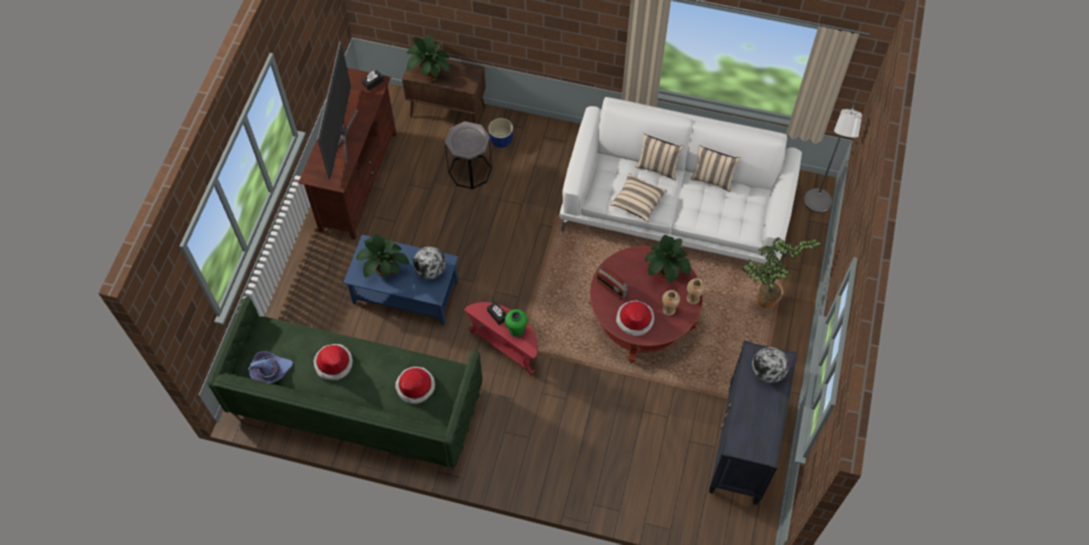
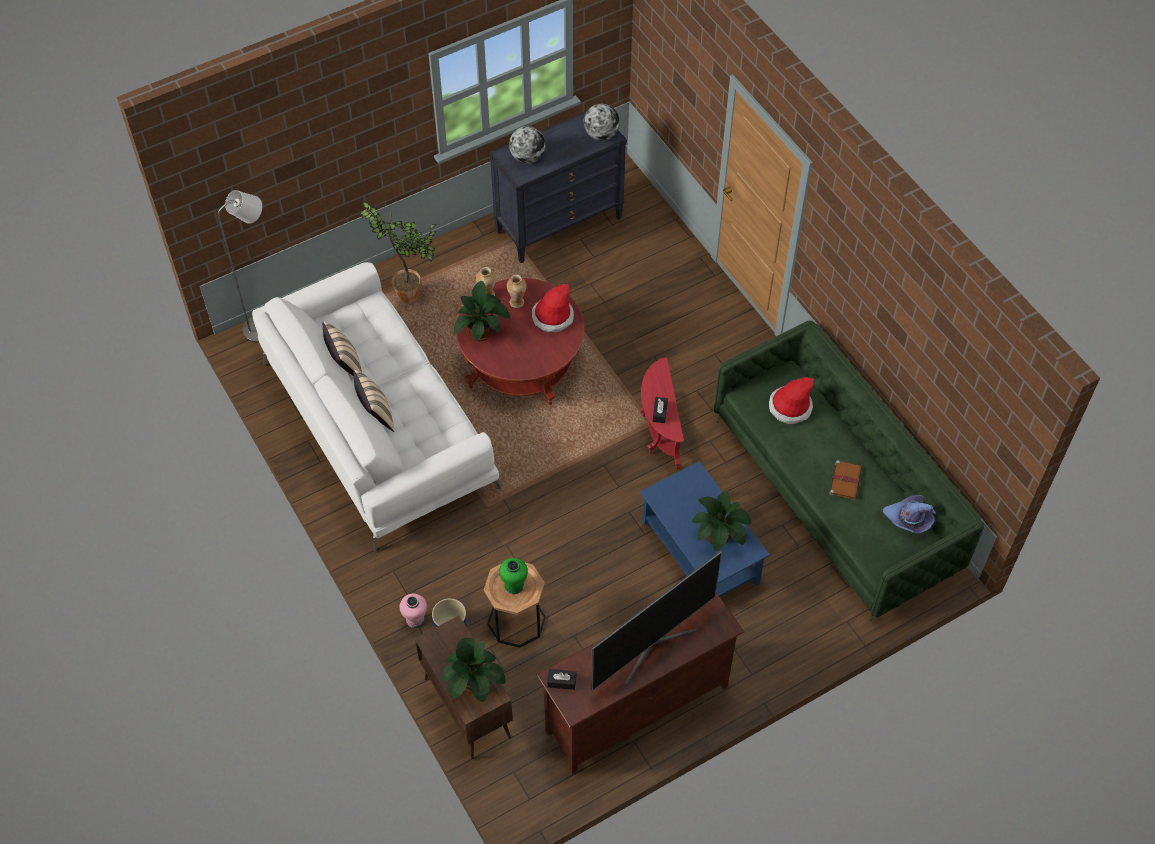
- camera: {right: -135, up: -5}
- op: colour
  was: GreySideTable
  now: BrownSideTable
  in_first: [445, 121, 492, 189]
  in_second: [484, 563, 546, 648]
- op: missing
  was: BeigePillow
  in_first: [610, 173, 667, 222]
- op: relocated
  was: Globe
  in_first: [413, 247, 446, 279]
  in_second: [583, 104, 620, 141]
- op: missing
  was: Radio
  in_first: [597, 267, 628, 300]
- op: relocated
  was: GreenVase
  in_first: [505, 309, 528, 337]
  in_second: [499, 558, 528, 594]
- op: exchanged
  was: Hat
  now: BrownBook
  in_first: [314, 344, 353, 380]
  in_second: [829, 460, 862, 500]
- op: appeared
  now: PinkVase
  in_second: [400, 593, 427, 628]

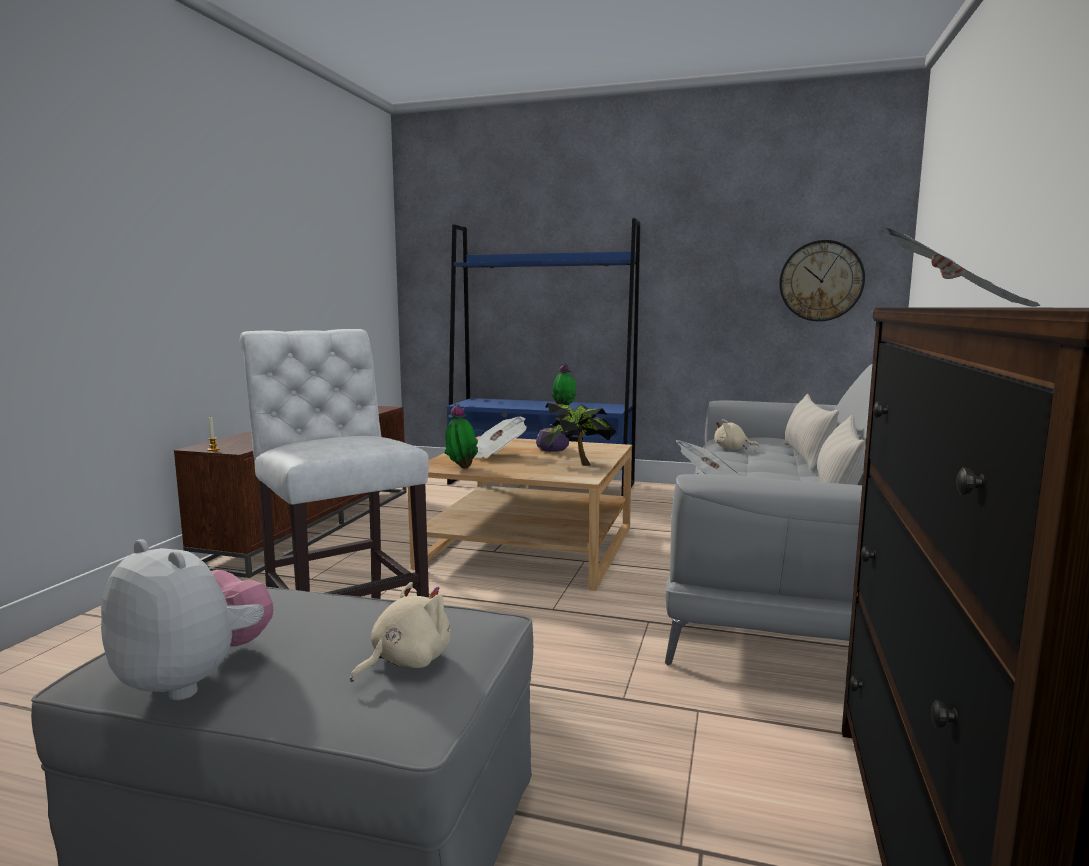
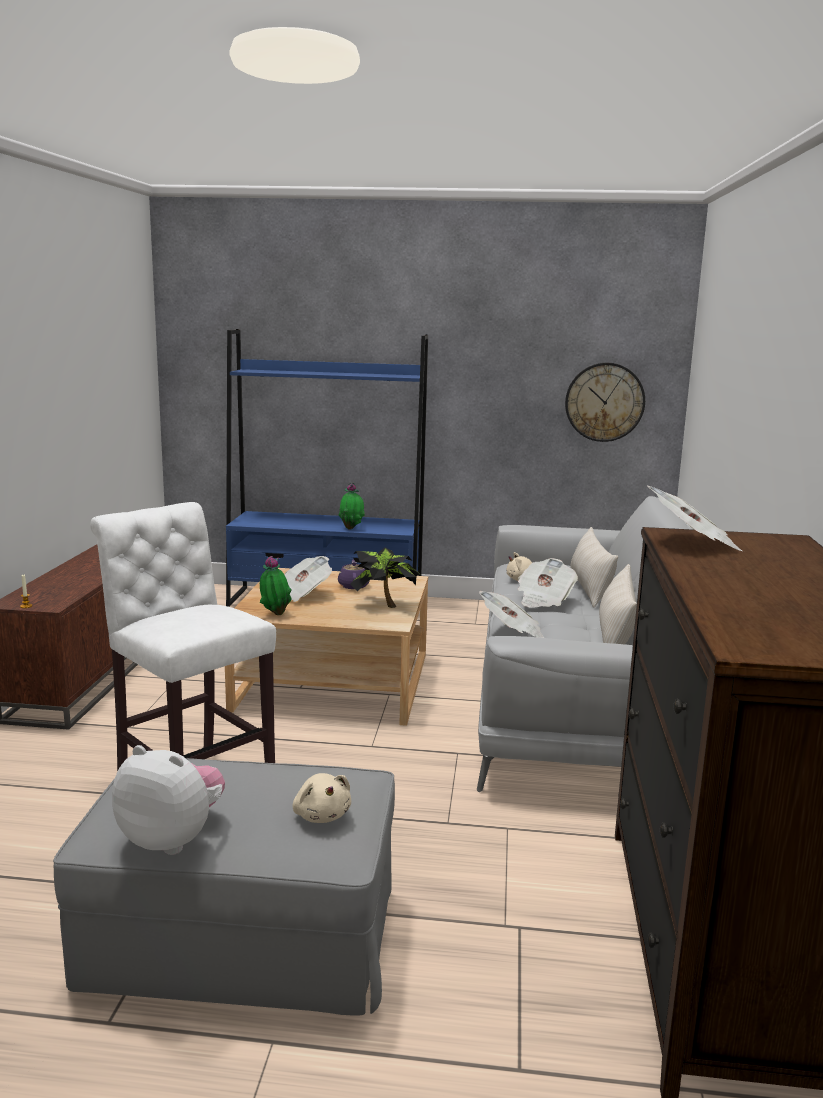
- camera: {right: -10, up: 5}
- op: spun
  was: BeigePlushToy
  in_first: [350, 582, 451, 682]
  in_second: [293, 773, 351, 823]
  clockwise: 120
- op: appeared
  now: Newspaper
  in_second: [518, 558, 578, 608]

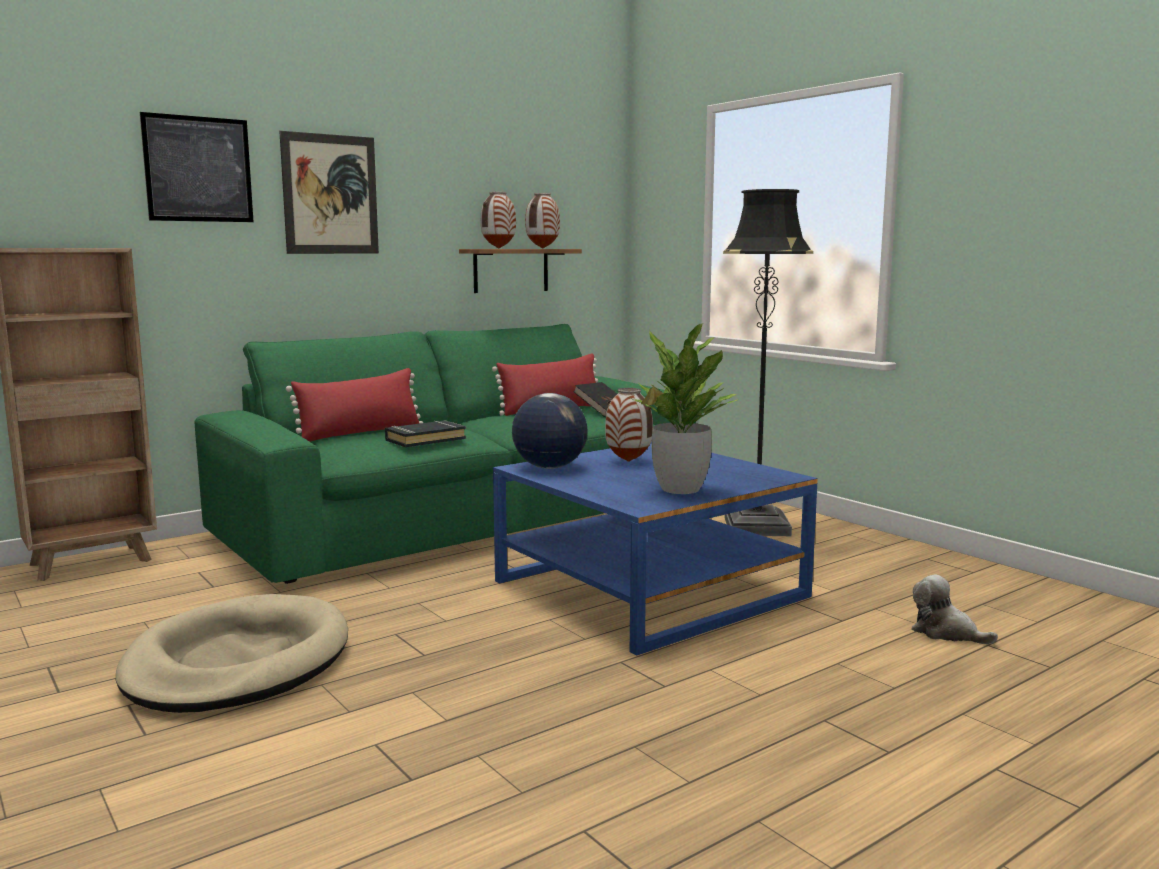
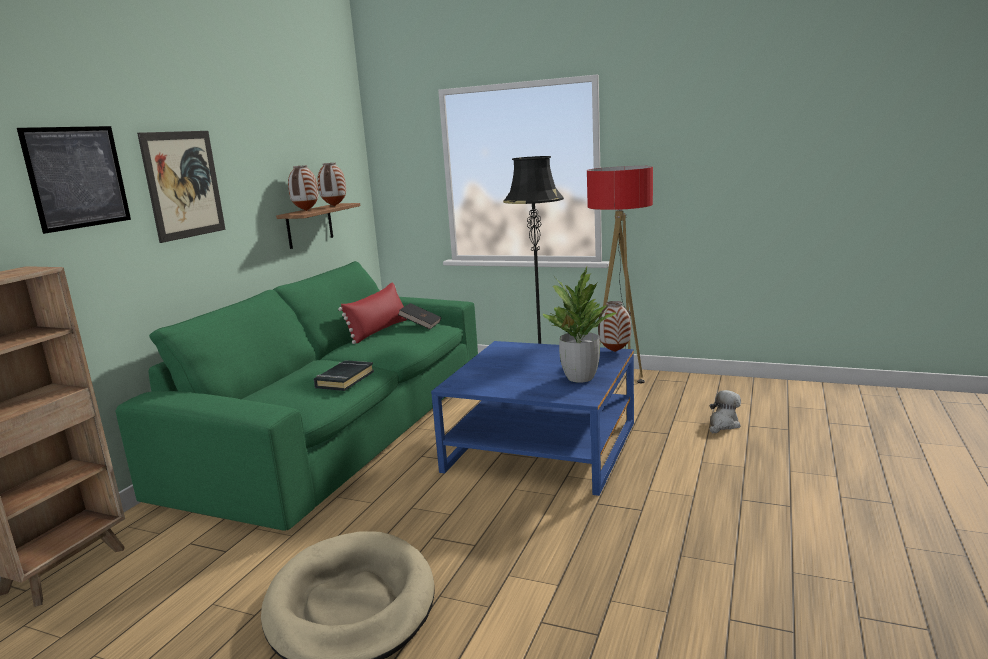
- camera: {right: -30, up: 5}
- op: missing
  was: RedPillow
  in_first: [286, 368, 423, 442]
- op: relocated
  was: Vase
  in_first: [605, 388, 653, 462]
  in_second: [598, 301, 631, 352]
- op: missing
  was: Globe
  in_first: [512, 393, 588, 469]
- op: spun
  was: PlushToy
  in_first: [911, 574, 998, 644]
  in_second: [710, 390, 741, 434]
  clockwise: 120
- op: appeared
  now: FloorLamp
  in_second: [587, 166, 653, 384]

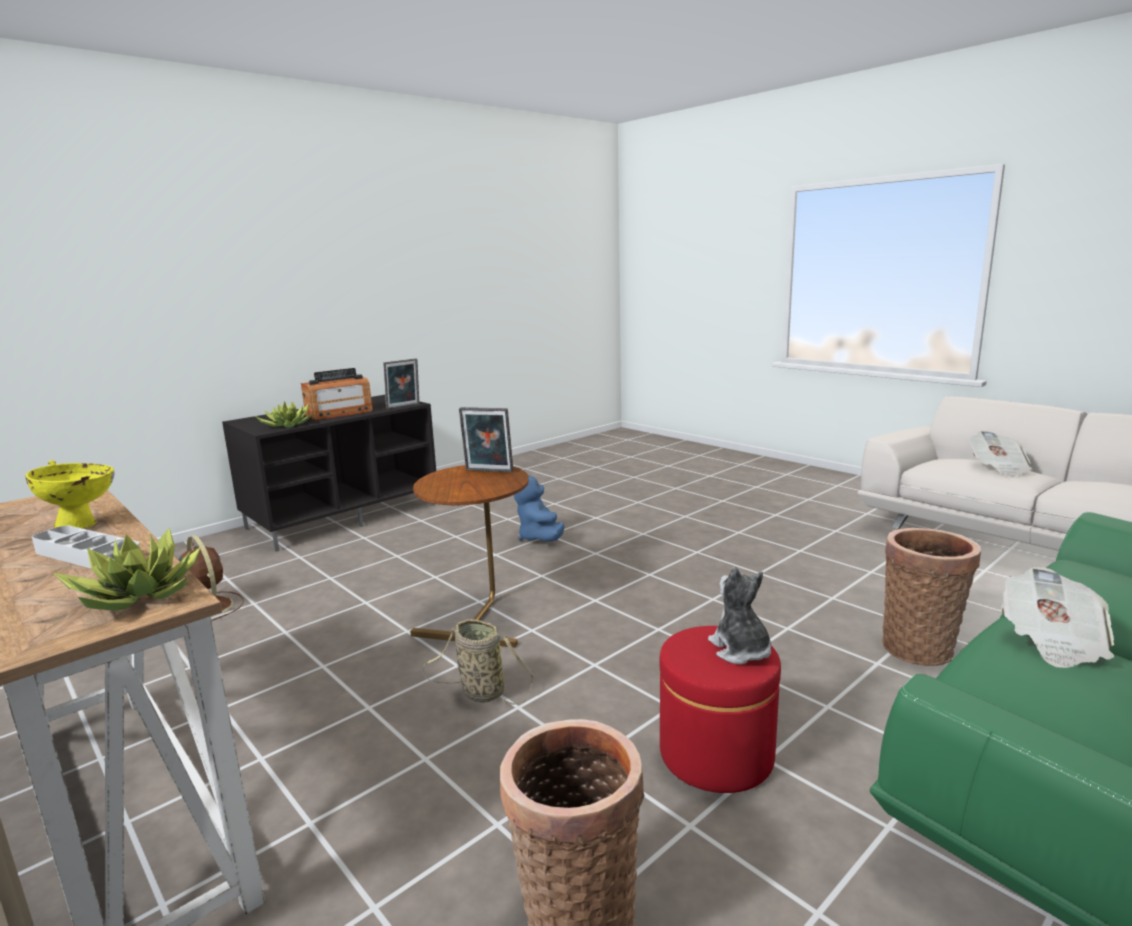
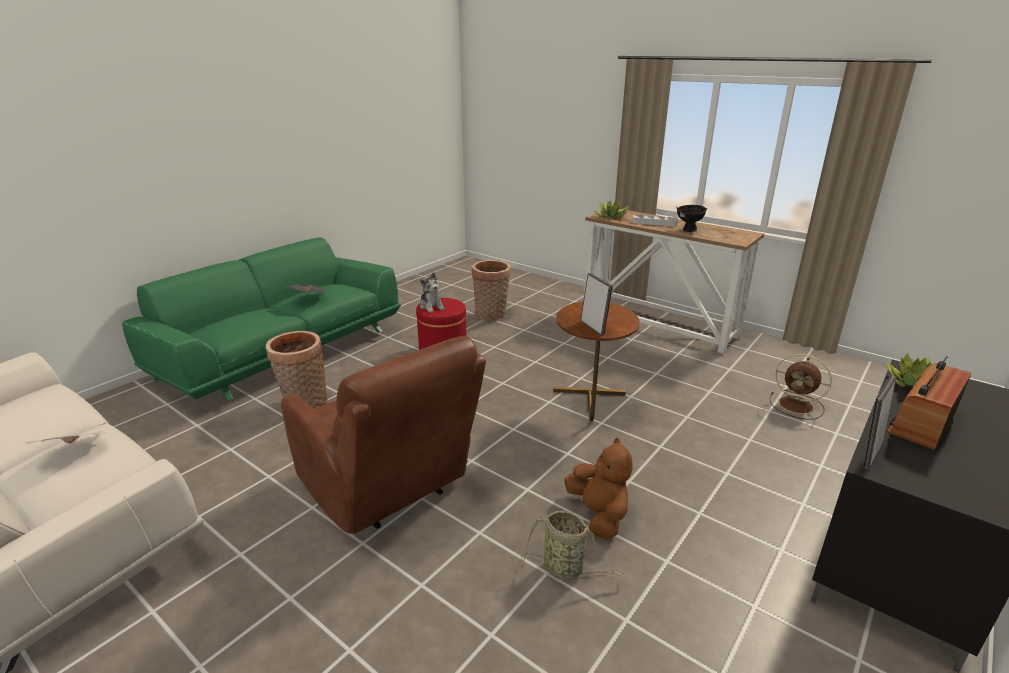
- camera: {right: 170, up: 10}
- op: spun
  was: PictureFrame
  in_first: [459, 407, 513, 472]
  in_second: [581, 273, 613, 336]
  clockwise: 60
- op: colour
  was: YellowBowl
  now: BlackBowl
  in_first: [26, 460, 114, 529]
  in_second: [676, 205, 707, 232]
- op: colour
  was: BluePlushToy
  now: BrownPlushToy
  in_first: [514, 475, 565, 541]
  in_second: [565, 438, 632, 539]
- op: relocated
  was: Basket
  in_first: [423, 619, 534, 705]
  in_second: [521, 511, 626, 581]
- op: appeared
  now: BrownArmchair
  in_second: [281, 336, 486, 534]

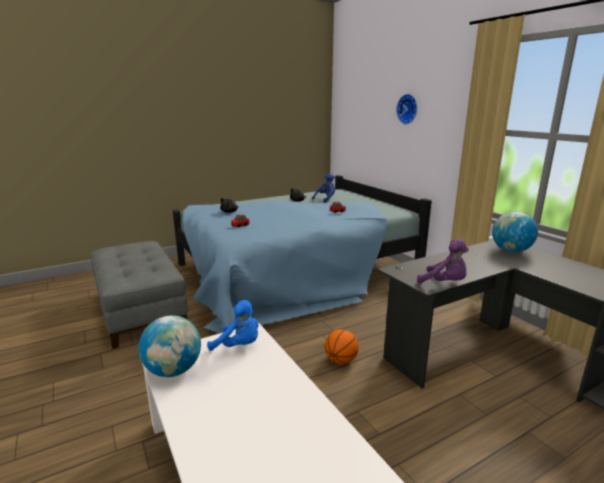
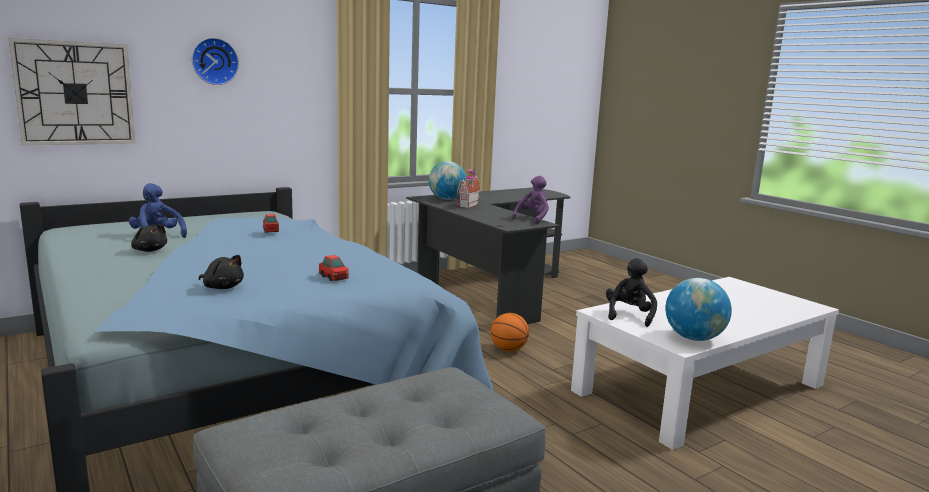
- camera: {right: -95, up: -5}
- op: colour
  was: BluePlushToy
  now: BlackPlushToy
  in_first: [207, 300, 258, 351]
  in_second: [606, 258, 657, 327]
- op: appeared
  now: WallClock
  in_second: [8, 38, 135, 146]
- op: appeared
  now: ToyHouse
  in_second: [456, 166, 481, 208]

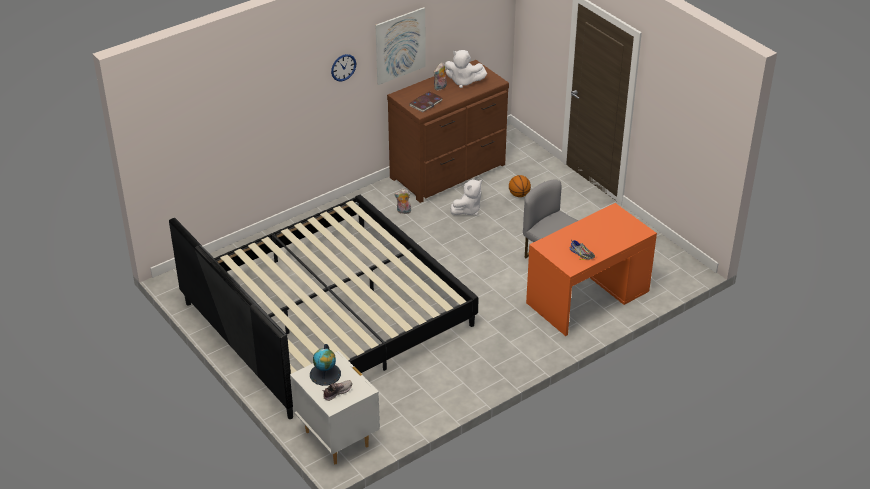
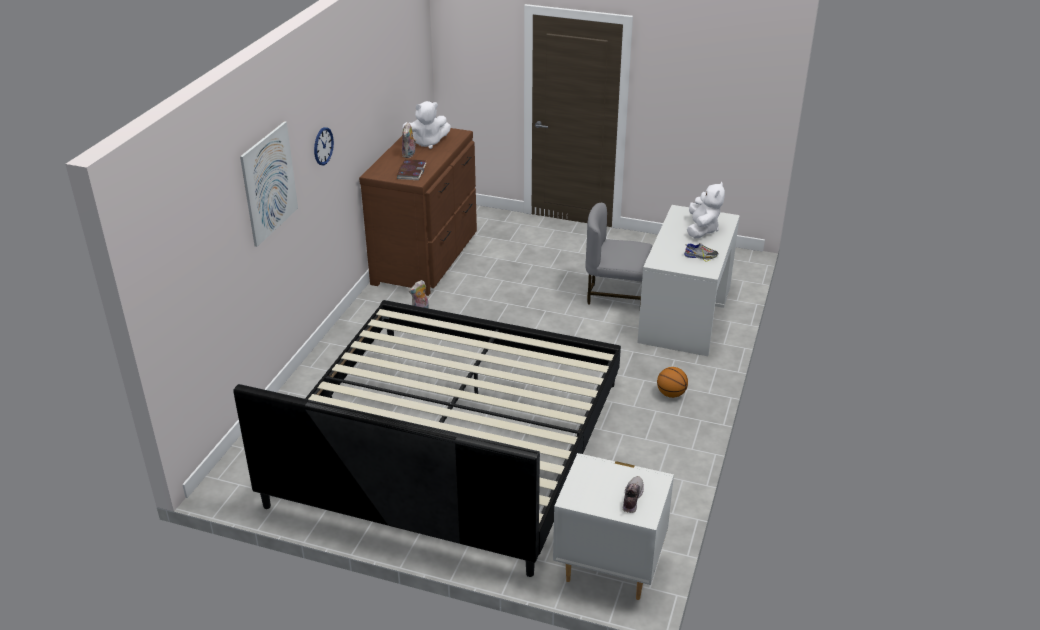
- camera: {right: -35, up: -5}
- op: relocated
  was: Picture
  in_first: [376, 7, 426, 85]
  in_second: [240, 121, 298, 247]
- op: relocated
  was: Basketball
  in_first: [509, 175, 531, 197]
  in_second: [657, 367, 688, 398]
- op: relocated
  was: WhitePlushToy
  in_first: [450, 179, 482, 215]
  in_second: [687, 182, 725, 239]
- op: colour
  was: OrangeDesk
  now: WhiteDesk
  in_first: [526, 203, 657, 336]
  in_second: [637, 205, 740, 356]
- op: missing
  was: Globe
  in_first: [310, 344, 341, 386]

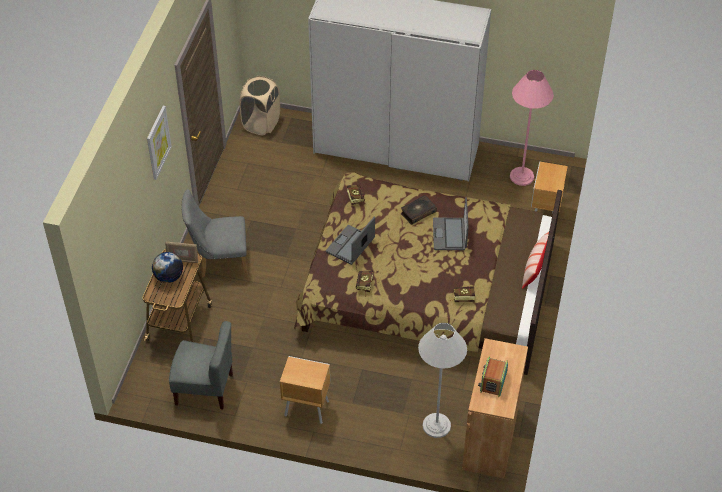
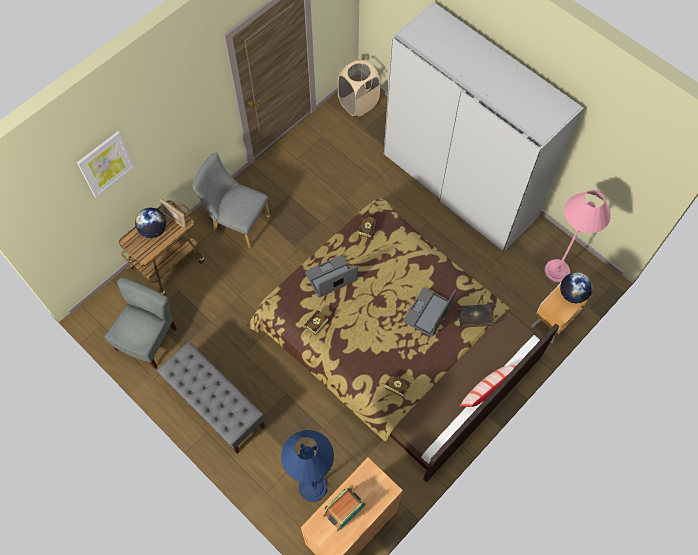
- camera: {right: 30, up: 15}
- op: relocated
  was: Picture
  in_first: [147, 106, 172, 180]
  in_second: [77, 131, 134, 197]
- op: relocated
  was: Book
  in_first: [401, 195, 437, 225]
  in_second: [458, 304, 494, 328]
- op: spun
  was: GreyChair
  in_first: [169, 321, 233, 409]
  in_second: [104, 277, 177, 369]
  clockwise: -105
- op: colour
  was: WhiteFloorLamp
  now: BlueFloorLamp
  in_first: [418, 323, 467, 438]
  in_second: [281, 430, 334, 502]
- op: exchanged
  was: BrownNightstand
  now: GreyBench
  in_first: [280, 356, 330, 424]
  in_second: [157, 342, 265, 454]
- op: appeared
  now: Globe
  in_second: [560, 272, 593, 303]

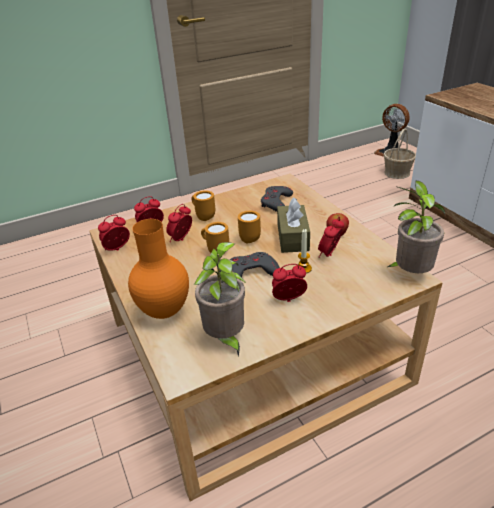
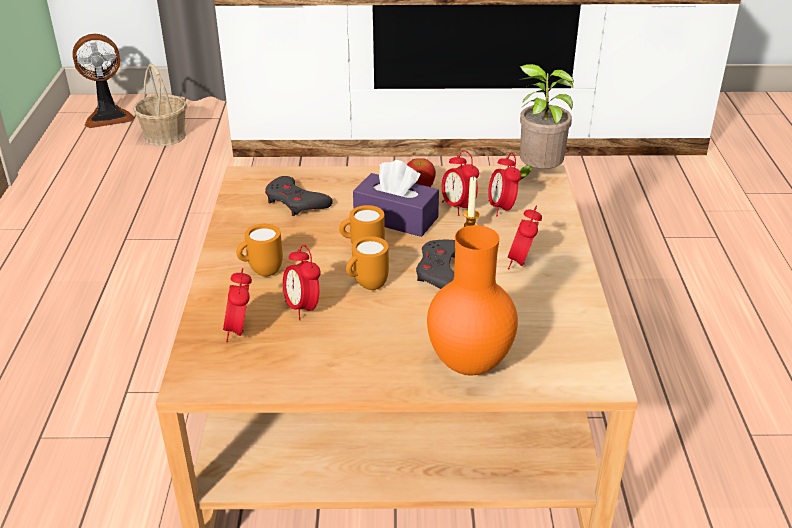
- camera: {right: -65, up: 0}
- op: colour
  was: BrownTissueBox
  now: PurpleTissueBox
  in_first: [277, 198, 310, 253]
  in_second: [353, 160, 439, 237]
- op: relocated
  was: AlarmClock
  in_first: [98, 215, 130, 251]
  in_second: [488, 152, 521, 217]
- op: missing
  was: PottedPlant
  in_first: [194, 242, 246, 357]

